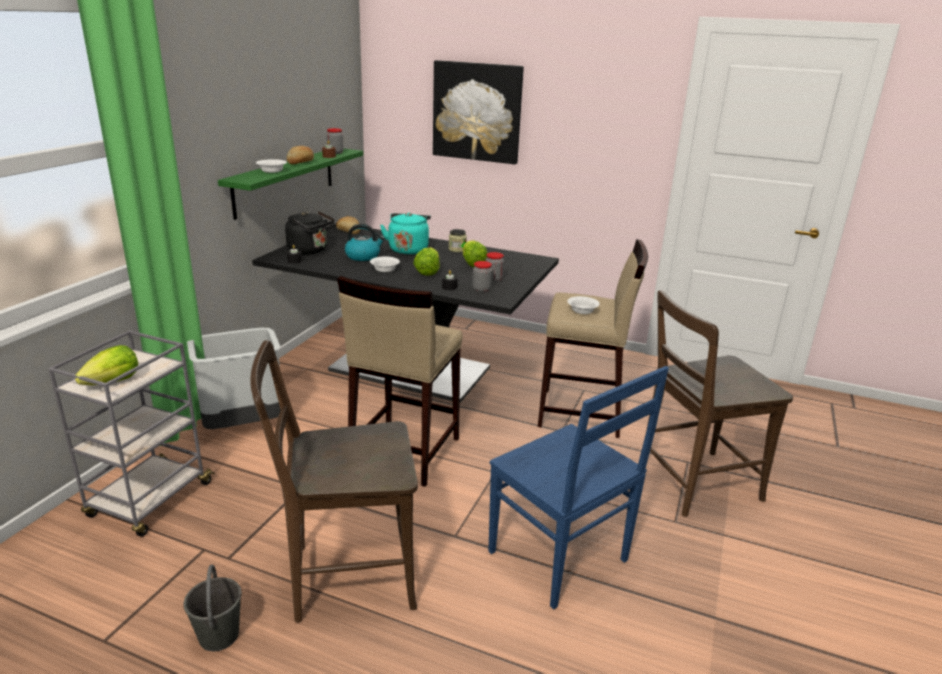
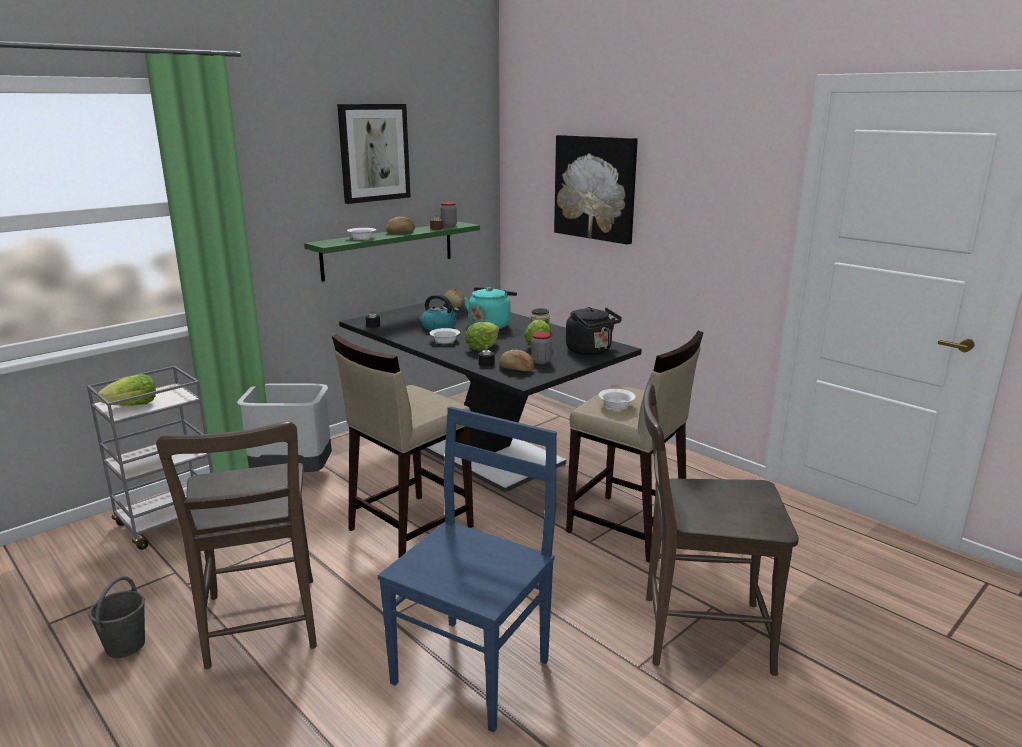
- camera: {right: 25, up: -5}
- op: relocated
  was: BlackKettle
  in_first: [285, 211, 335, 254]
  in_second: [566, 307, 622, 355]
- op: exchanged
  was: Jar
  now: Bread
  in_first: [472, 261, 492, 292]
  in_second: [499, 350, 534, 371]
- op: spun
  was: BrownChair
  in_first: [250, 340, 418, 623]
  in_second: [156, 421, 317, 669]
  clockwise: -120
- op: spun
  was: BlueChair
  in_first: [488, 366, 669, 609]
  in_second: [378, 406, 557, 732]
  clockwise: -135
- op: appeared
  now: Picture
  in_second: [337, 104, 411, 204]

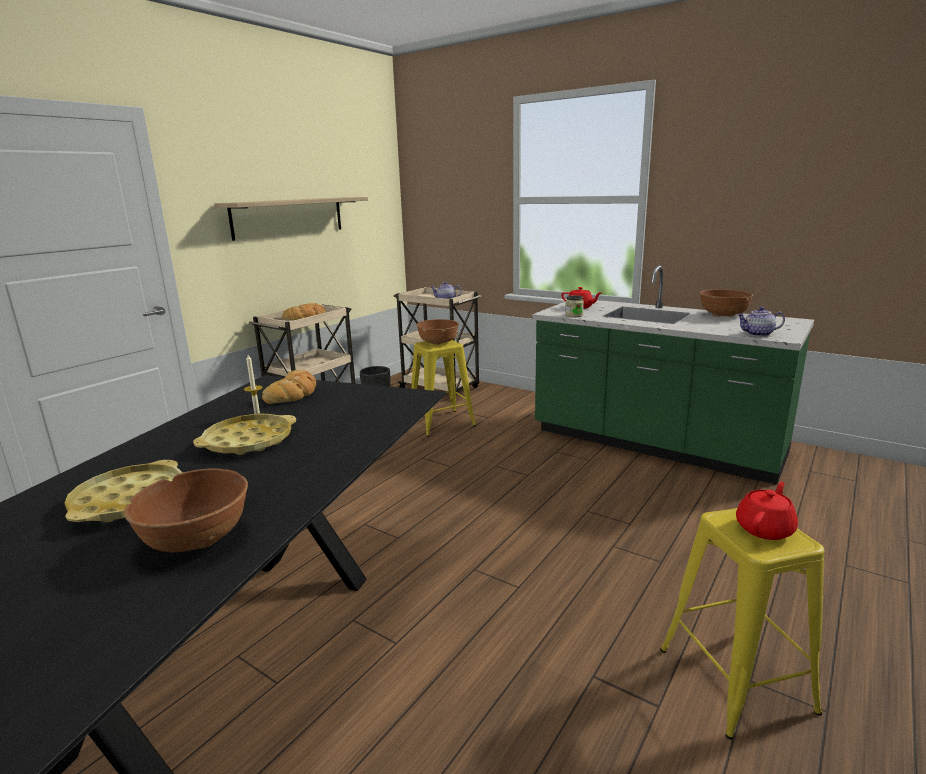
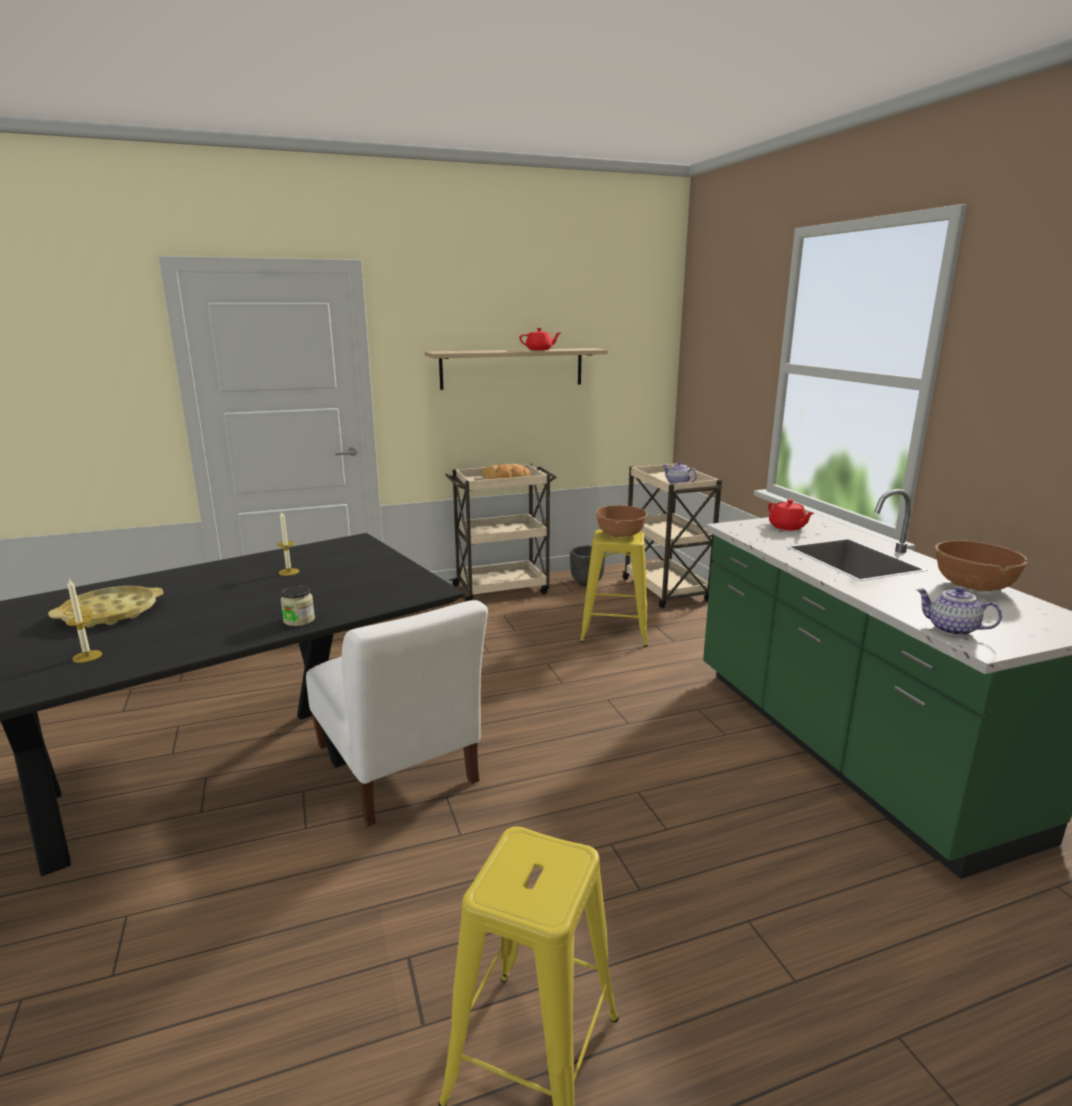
- camera: {right: 35, up: 0}
- op: relocated
  was: Jar
  in_first: [565, 295, 584, 317]
  in_second: [281, 586, 315, 626]
- op: missing
  was: Bread
  in_first: [262, 370, 316, 404]
- op: missing
  was: YellowTray
  in_first: [193, 414, 296, 455]
- op: exchanged
  was: BrownBowl
  now: Candle
  in_first: [124, 469, 248, 552]
  in_second: [66, 578, 102, 663]
- op: relocated
  was: RedTeapot
  in_first: [736, 482, 798, 540]
  in_second: [519, 328, 562, 350]
- op: appeared
  now: WhiteChair
  in_second: [306, 600, 488, 826]

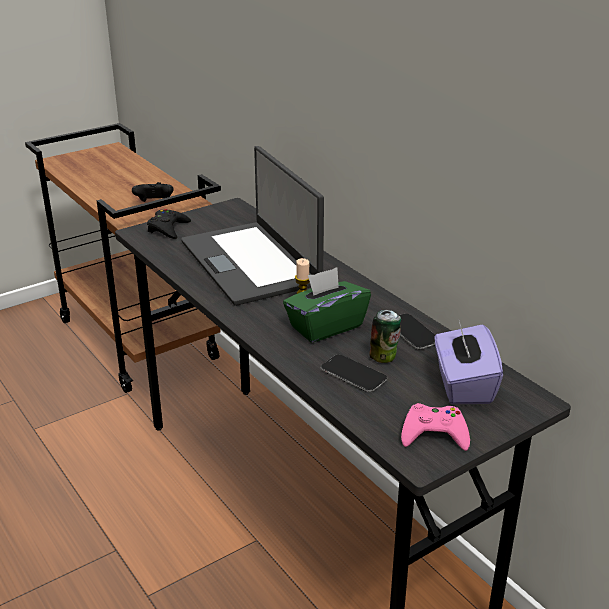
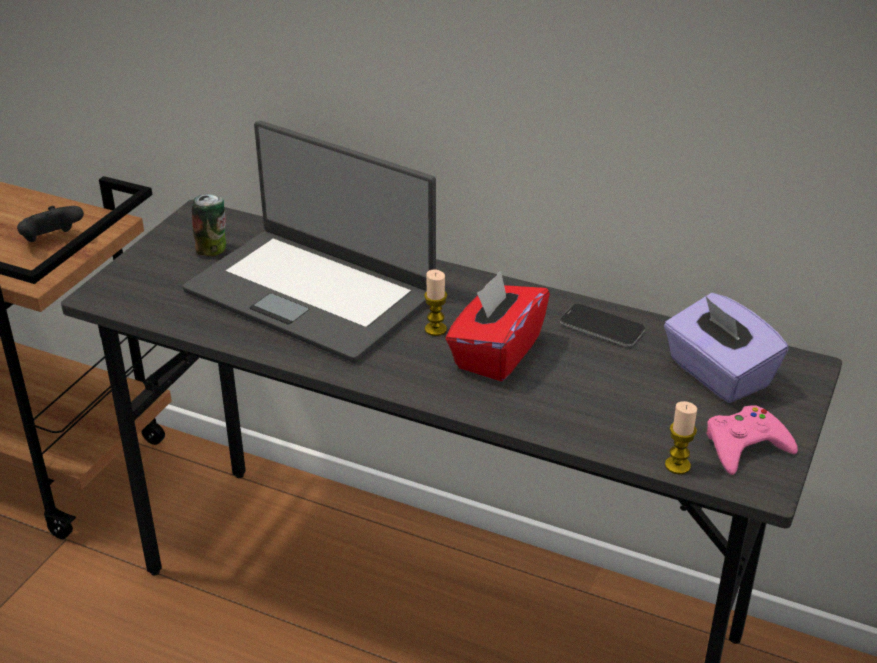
- camera: {right: -30, up: 5}
- op: missing
  was: BlackGameController
  in_first: [147, 209, 191, 239]
- op: colour
  was: GreenTissueBox
  now: RedTissueBox
  in_first: [283, 267, 371, 343]
  in_second: [446, 270, 550, 381]
- op: relocated
  was: Can
  in_first: [369, 310, 401, 363]
  in_second: [192, 194, 226, 256]
- op: missing
  was: Phone
  in_first: [320, 355, 387, 392]
- op: appeared
  now: Candle
  in_second: [665, 401, 697, 474]

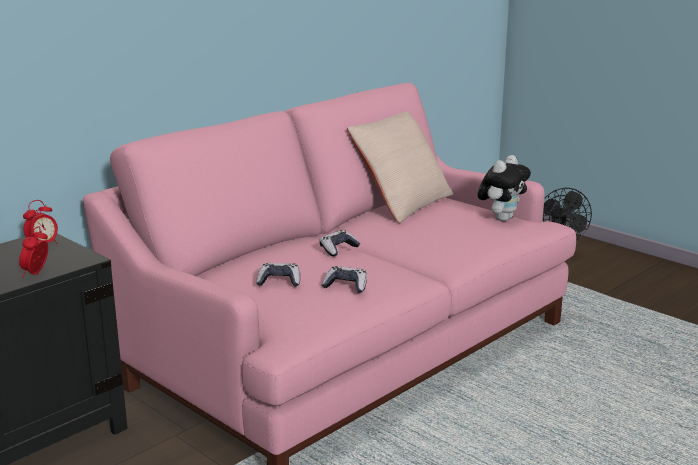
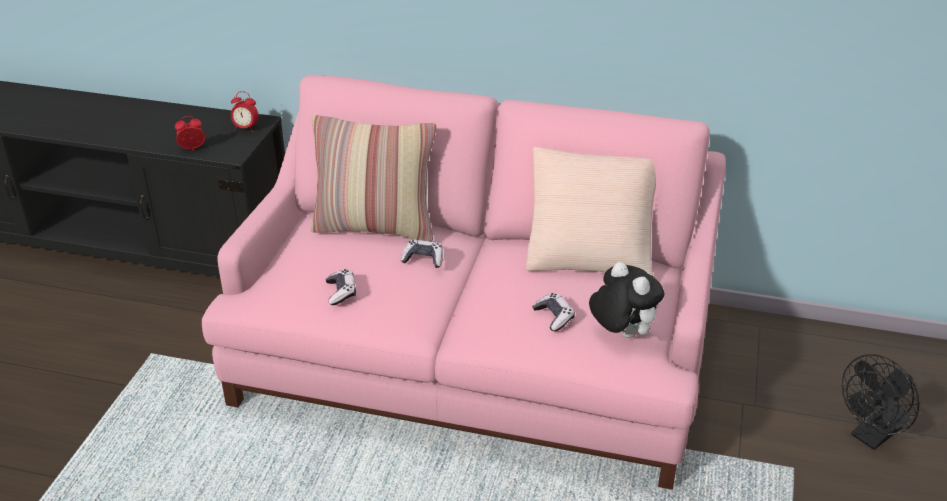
- camera: {right: 60, up: 15}
- op: spun
  was: PlushToy
  in_first: [478, 155, 531, 221]
  in_second: [589, 262, 665, 338]
  clockwise: -135
- op: relocated
  was: GameController
  in_first: [256, 263, 300, 287]
  in_second: [532, 293, 575, 331]
- op: appeared
  now: Pillow
  in_second: [310, 115, 436, 242]

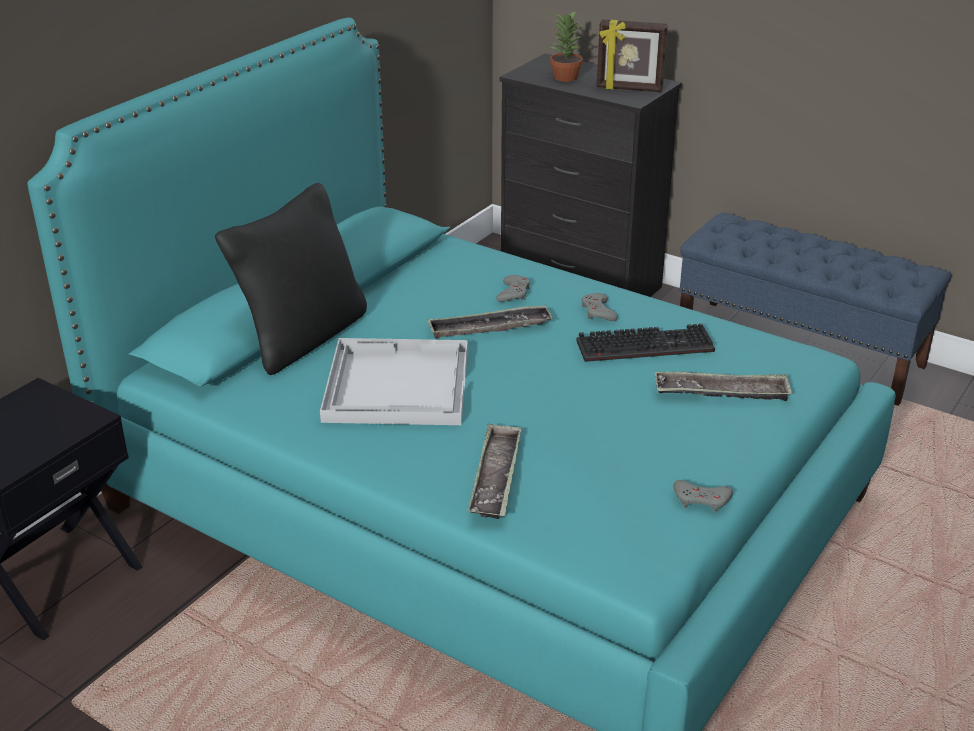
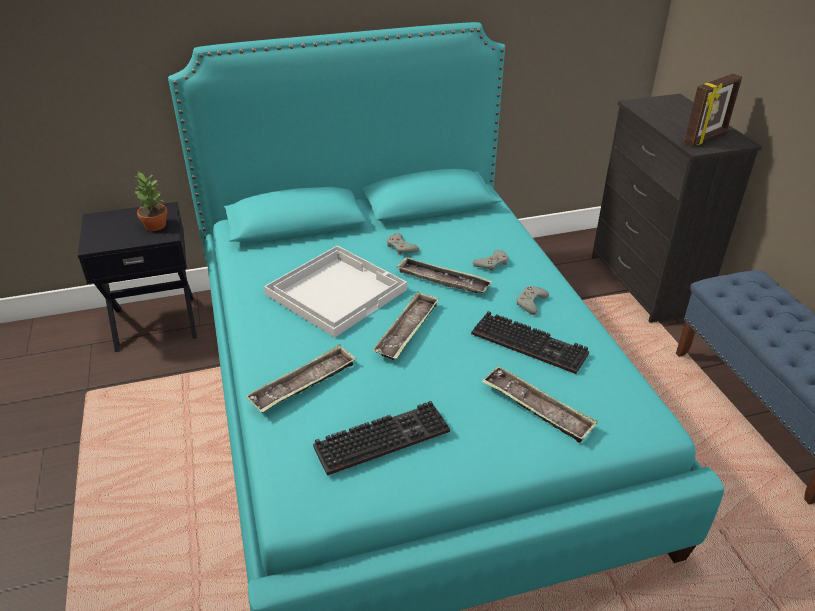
- camera: {right: 40, up: 5}
- op: relocated
  was: PottedPlant
  in_first: [550, 12, 583, 82]
  in_second: [134, 172, 168, 231]
- op: spun
  was: PictureFrame
  in_first: [597, 19, 668, 92]
  in_second: [684, 74, 742, 146]
  clockwise: -90
- op: missing
  was: BlackPillow
  in_first: [215, 183, 367, 375]
- op: relocated
  was: GreyGameController
  in_first: [673, 480, 733, 512]
  in_second: [387, 233, 419, 255]
- op: appeared
  now: Tray
  in_second: [373, 291, 439, 360]
- op: appeared
  now: Keyboard
  in_second: [313, 401, 450, 475]

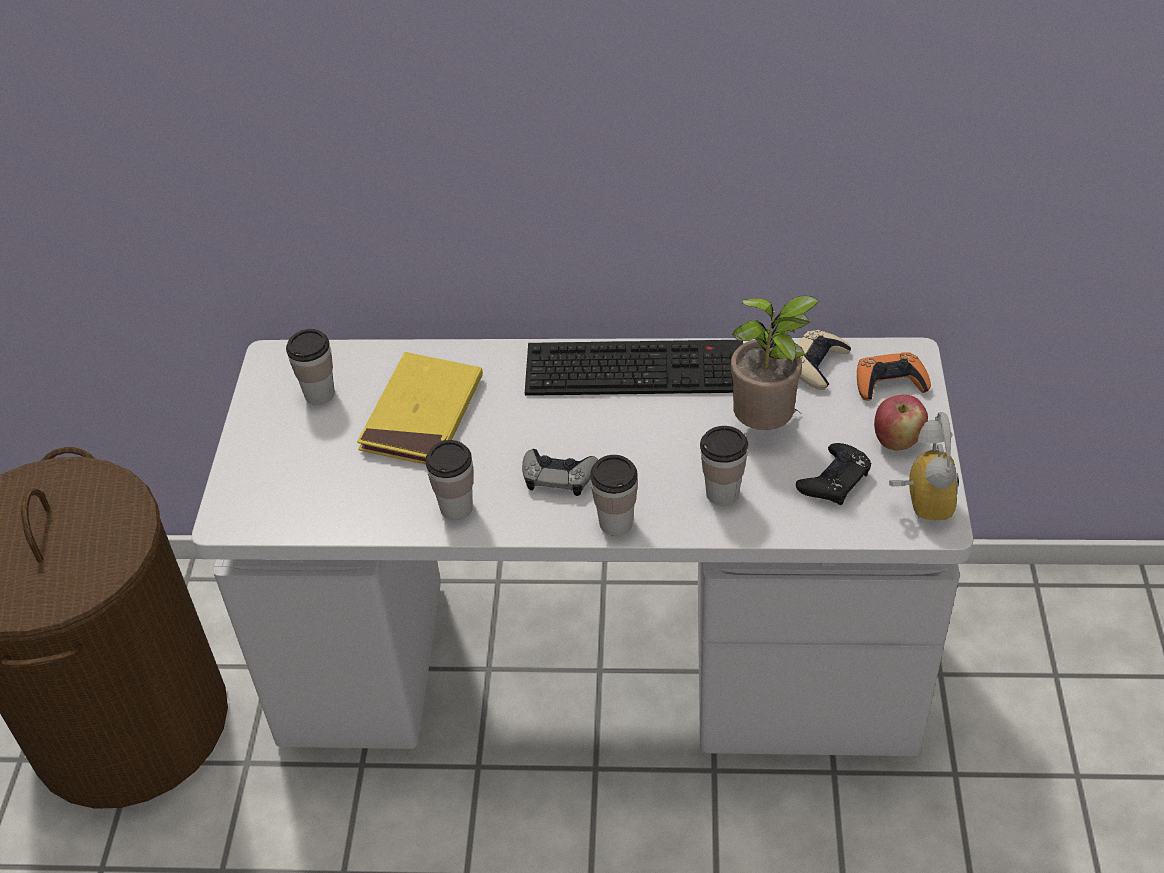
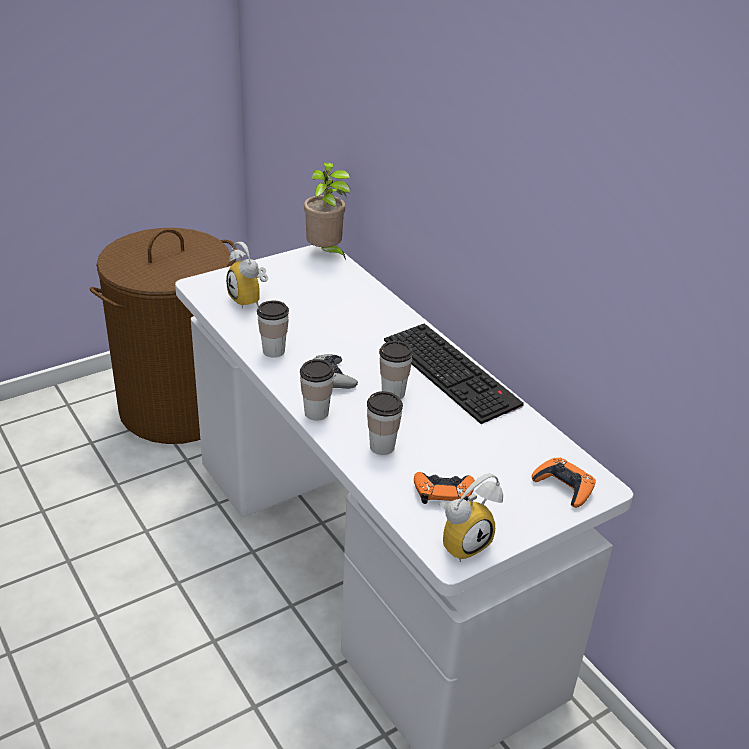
- camera: {right: 50, up: -10}
- op: relocated
  was: PottedPlant
  in_first: [731, 296, 820, 430]
  in_second: [304, 163, 350, 260]
- op: relocated
  was: Cup
  in_first: [286, 329, 335, 405]
  in_second: [379, 341, 413, 399]
- op: missing
  was: BeigeGameController
  in_first: [797, 330, 851, 390]
- op: missing
  was: YellowBook
  in_first: [357, 352, 483, 464]
- op: missing
  was: Apple
  in_first: [874, 395, 928, 450]
- op: colour
  was: BlackGameController
  now: OrangeGameController
  in_first: [796, 443, 871, 505]
  in_second: [414, 472, 475, 504]
- op: appeared
  now: AlarmClock
  in_second: [226, 242, 268, 309]

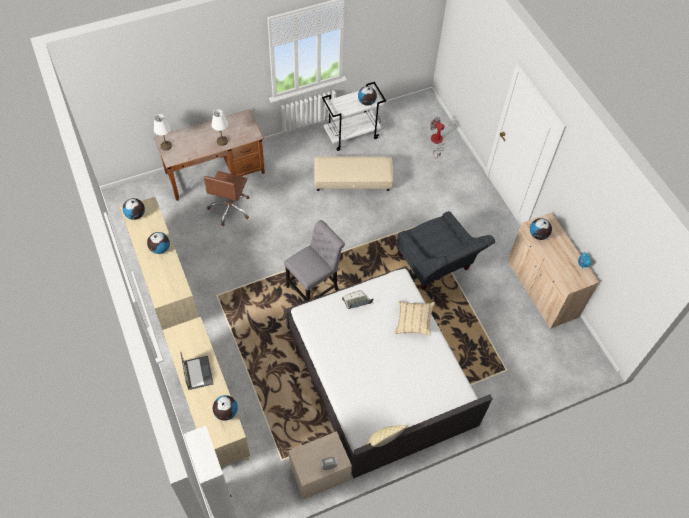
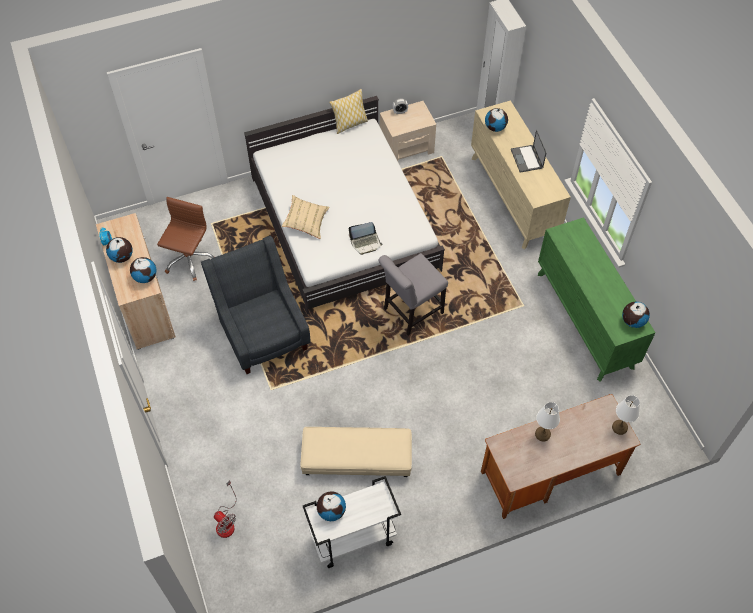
- camera: {right: -175, up: 0}
- op: relocated
  was: BrownOfficeChair
  in_first: [203, 171, 250, 226]
  in_second: [157, 197, 214, 281]
- op: colour
  was: BeigeDresser
  now: GreenDresser
  in_first: [120, 197, 198, 330]
  in_second: [538, 217, 656, 382]
- op: relocated
  was: Globe
  in_first: [147, 232, 170, 254]
  in_second: [106, 237, 133, 263]

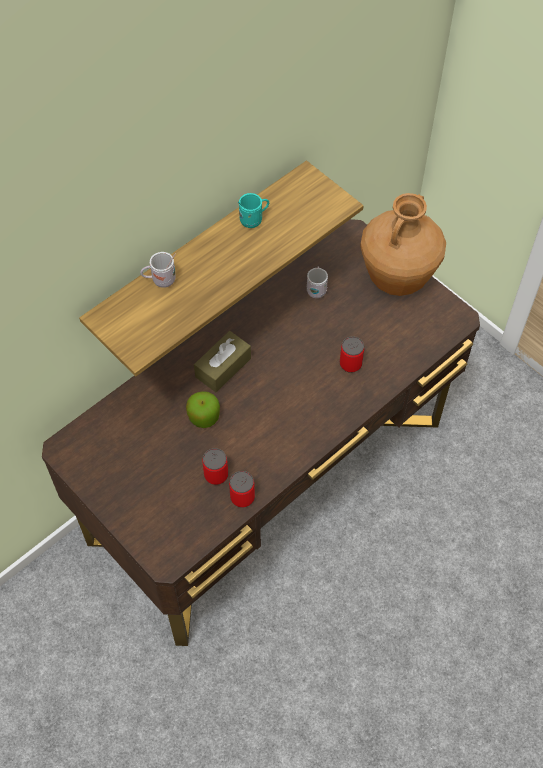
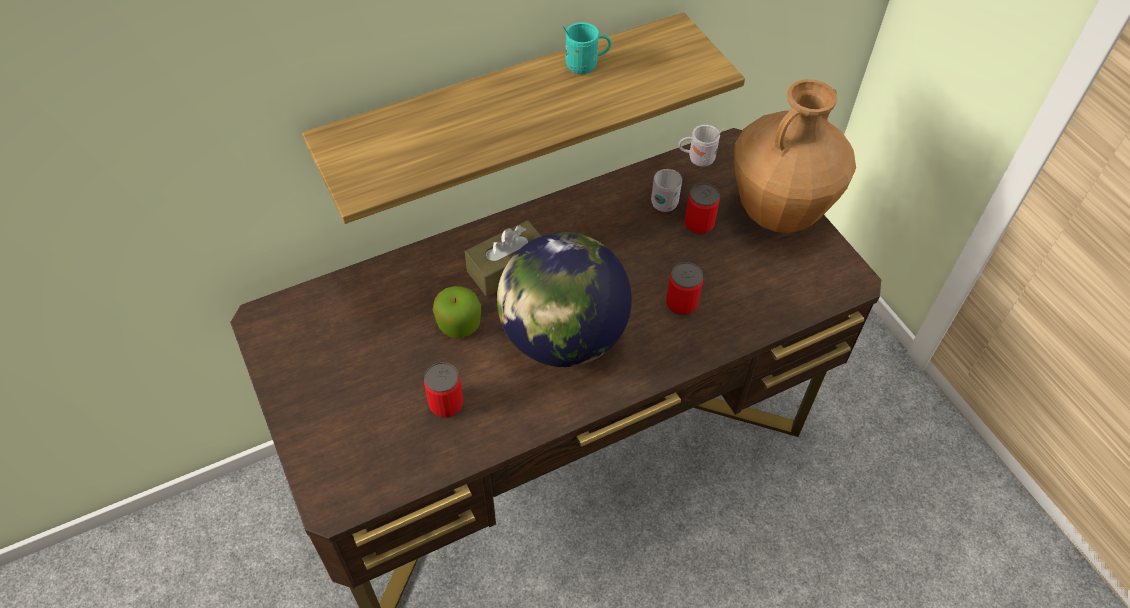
- camera: {right: 15, up: -5}
- op: relocated
  was: WhiteMug
  in_first: [140, 252, 176, 288]
  in_second: [678, 125, 725, 167]
- op: relocated
  was: Can
  in_first: [229, 471, 255, 507]
  in_second: [684, 183, 720, 235]
- op: appeared
  now: Globe
  in_second: [497, 232, 632, 367]

